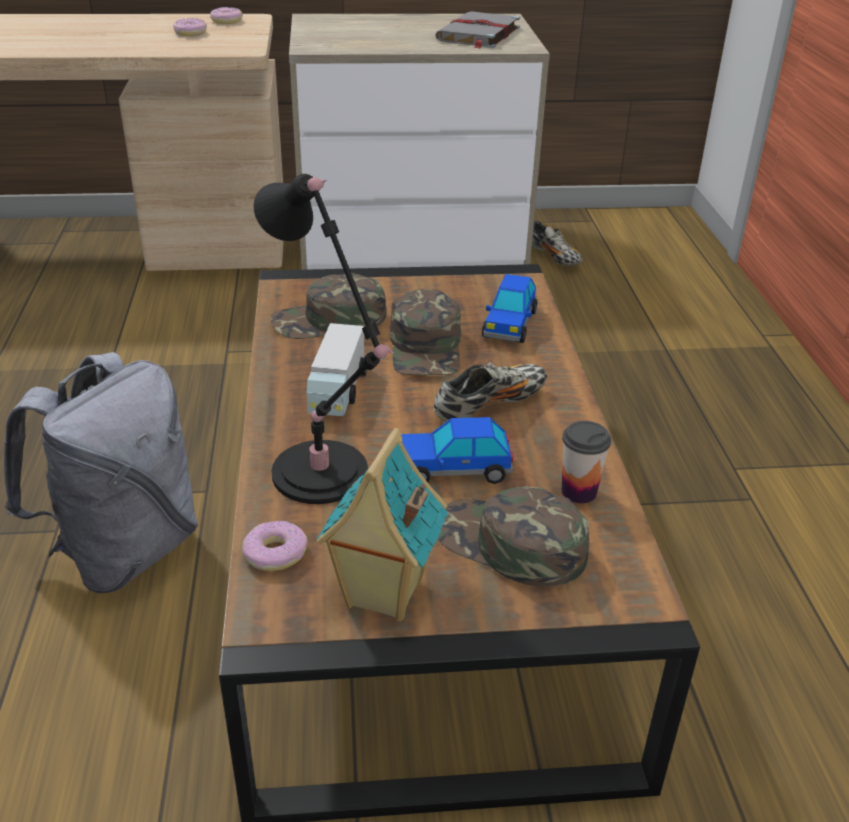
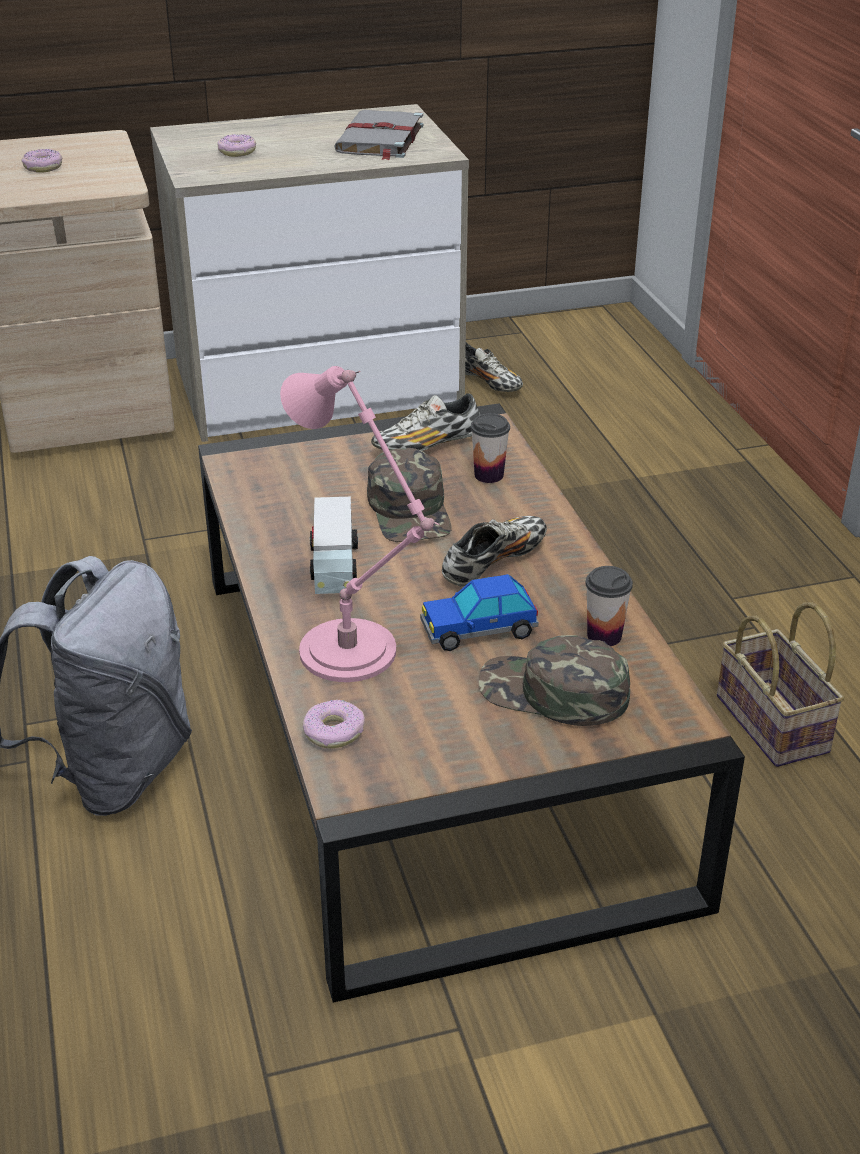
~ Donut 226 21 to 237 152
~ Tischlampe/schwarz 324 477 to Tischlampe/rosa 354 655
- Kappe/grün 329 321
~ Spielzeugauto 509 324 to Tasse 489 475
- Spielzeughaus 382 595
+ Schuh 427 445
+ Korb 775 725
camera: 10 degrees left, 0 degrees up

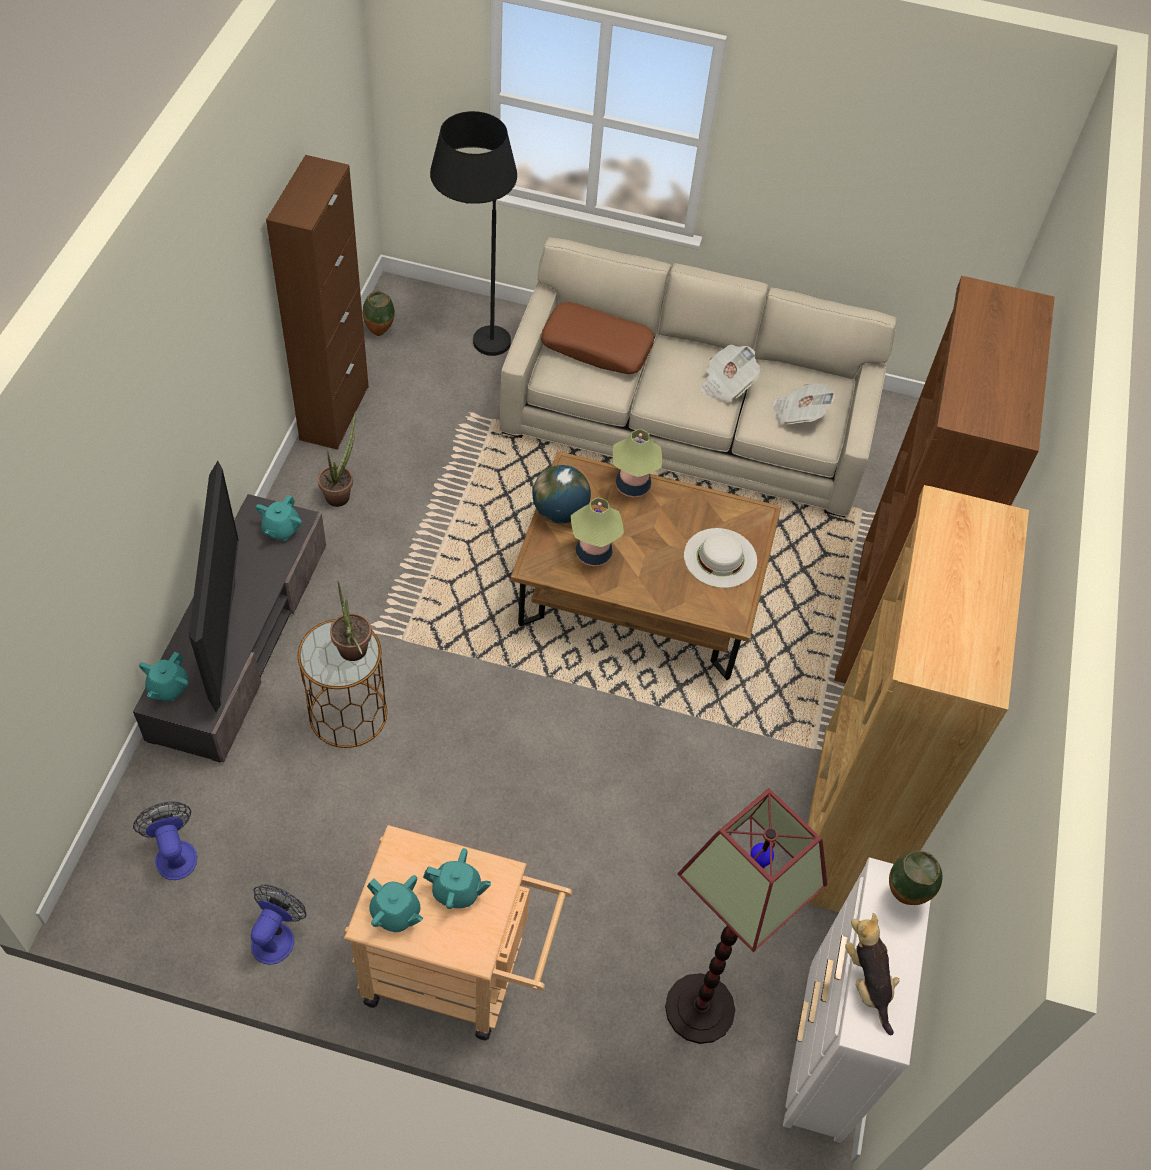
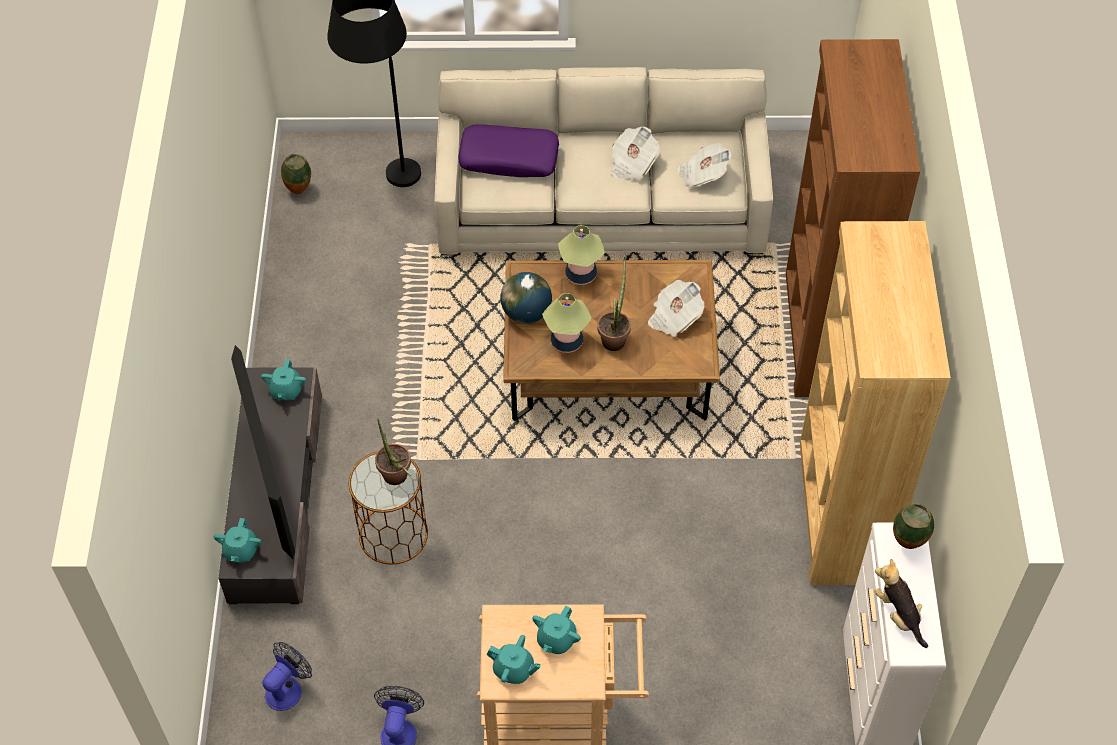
- Schrank/braun 334 413
~ Kissen/braun 597 347 to Kissen/lila 509 158
~ Topfpflanze 341 493 to 614 337
~ Hut/weiß 720 557 to Zeitung 674 317
- Stehlampe 699 1009
~ Ventilator 174 853 = 288 688 75 degrees clockwise
~ Teekanne/türkis 457 891 = 556 640 120 degrees clockwise
camera: 10 degrees left, 0 degrees up

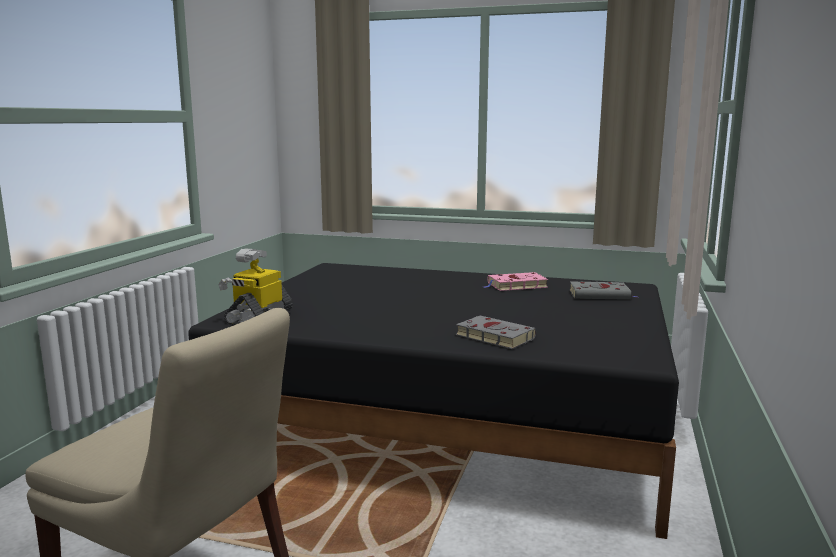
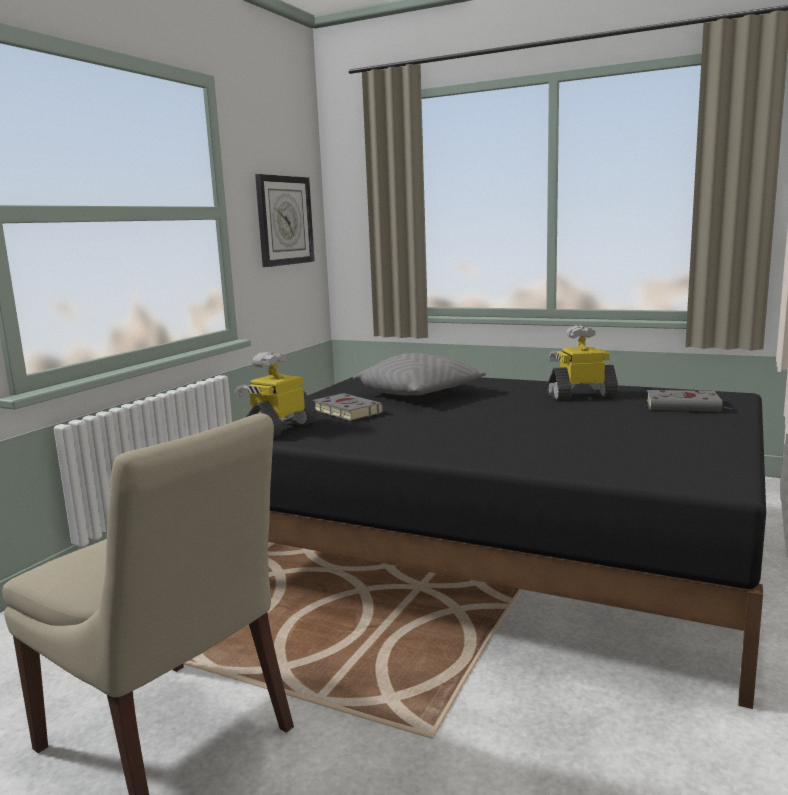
~ Buch/rosa 515 285 to Spielzeugroboter 581 395
~ Buch/grau 493 336 to 345 411
+ Wanduhr 284 220
+ Kissen/grau 419 394
camera: 10 degrees right, 0 degrees up

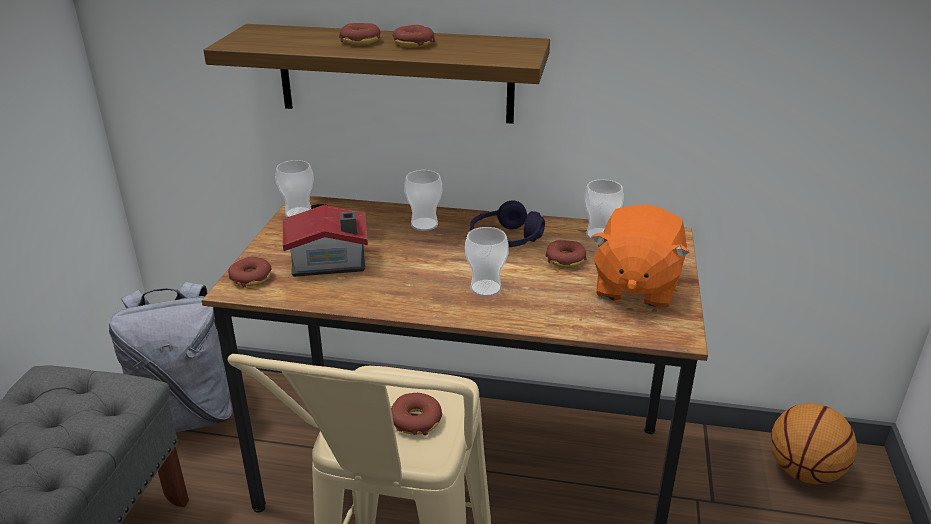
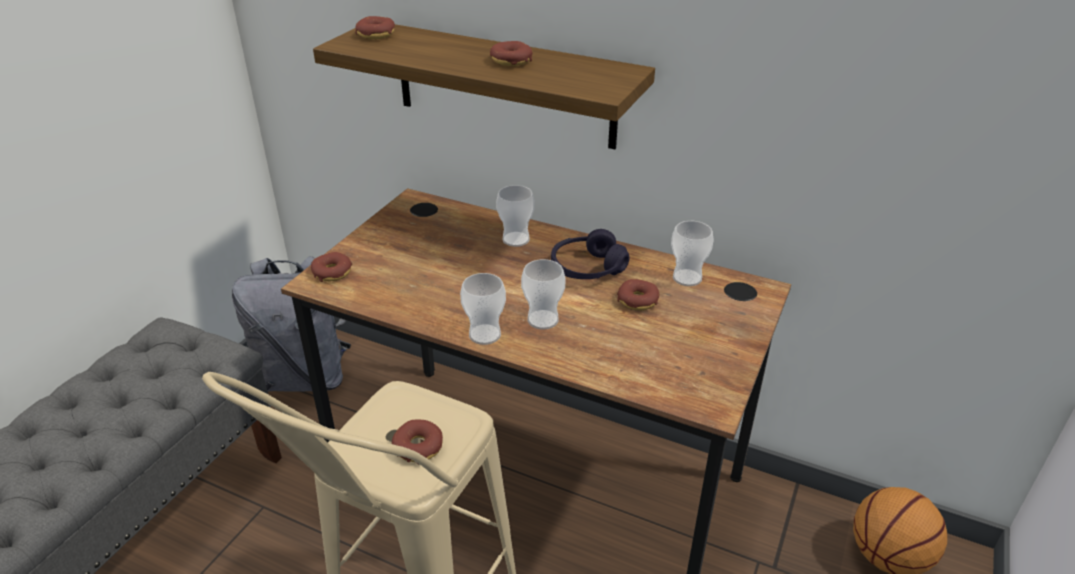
~ Donut 360 41 to 376 34
~ Tasse 298 213 to 485 334
- Spielzeughaus 331 263
- Plüschtier/orange 635 286
camera: 15 degrees right, 5 degrees up

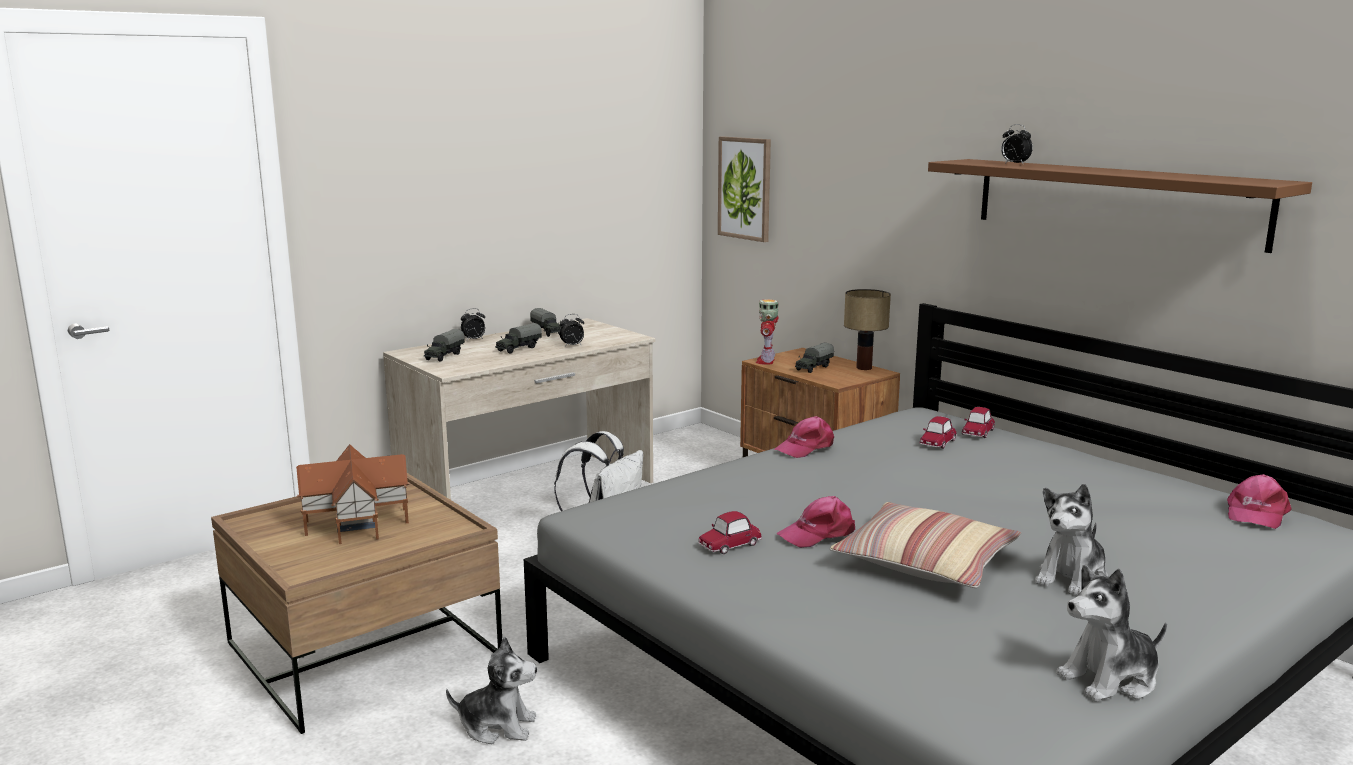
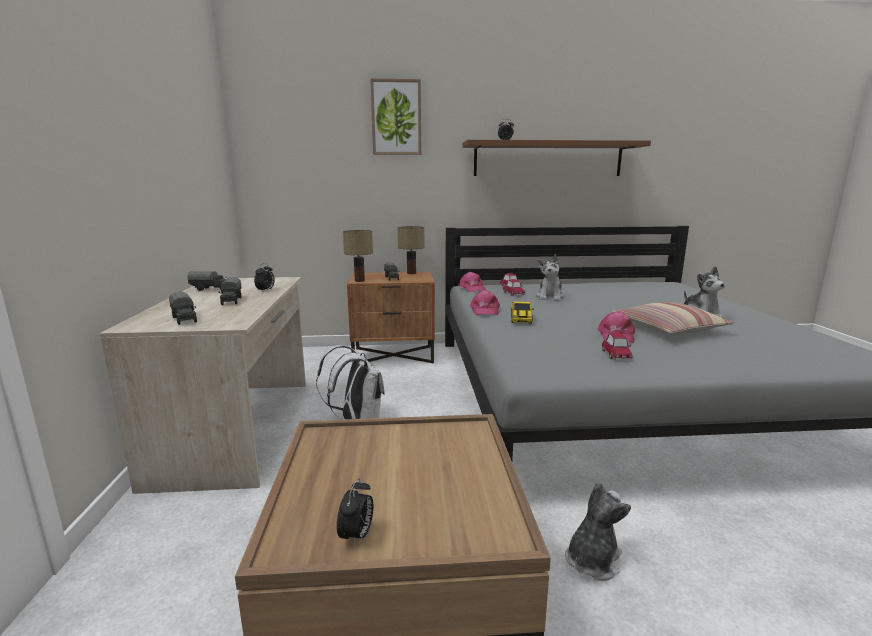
~ Bild 745 188 to 396 118
~ Spielzeugroboter 766 361 to Tischlampe 360 280
~ Wecker 474 340 to 357 536
- Spielzeughaus 355 523
~ Kappe/rosa 1255 513 to 472 288
~ Plüschtier 1110 679 to 550 297
+ Spielzeugauto 521 319
camera: 55 degrees left, 0 degrees up

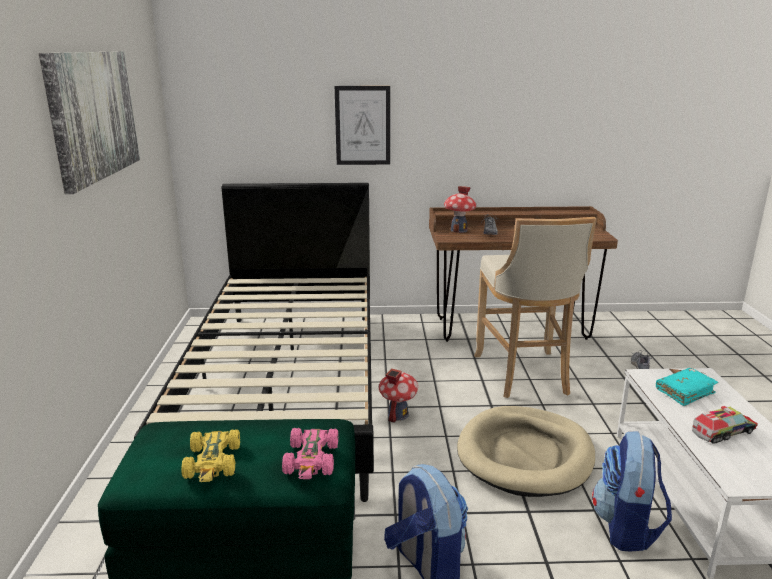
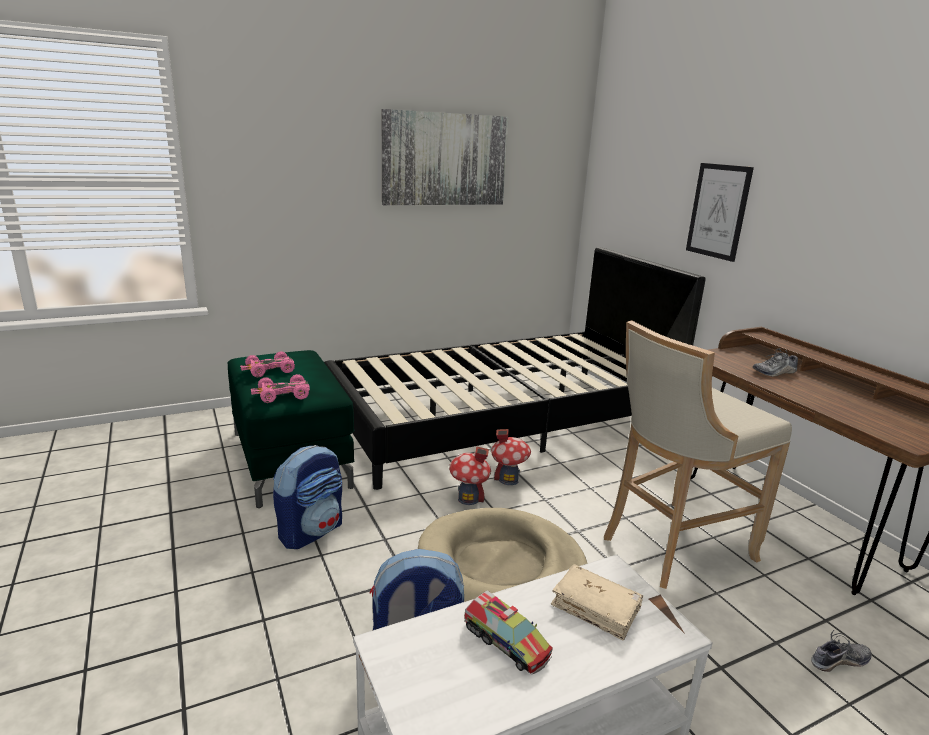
~ Spielzeughaus 459 230 to 468 498
~ Buch/türkis 685 392 to Buch/beige 596 608
~ Spielzeugauto/gelb 213 462 to Spielzeugauto/rosa 269 370
camera: 65 degrees right, 0 degrees up

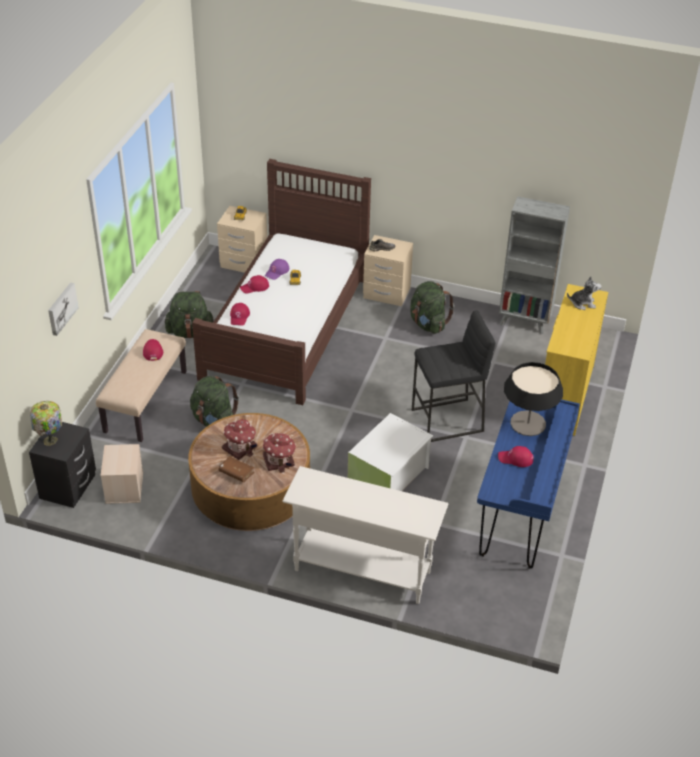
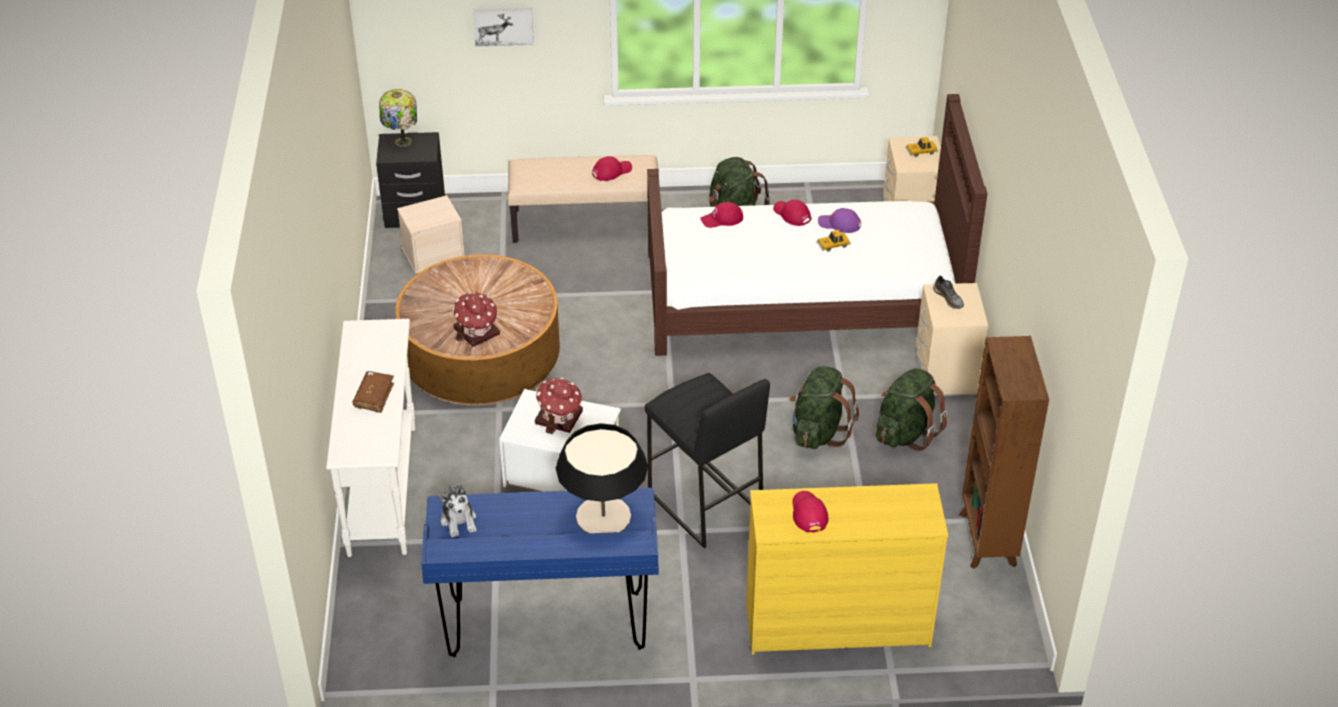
~ Bücherregal/grau 524 322 to Bücherregal/braun 987 540
~ Plüschtier 582 303 to 459 521
~ Rucksack/grün 214 420 to 818 432
~ Spielzeughaus 240 447 to 560 418
~ Kappe/rot 515 459 to 808 513
~ Buch/braun 236 472 to 374 396
camera: 70 degrees right, 0 degrees up

